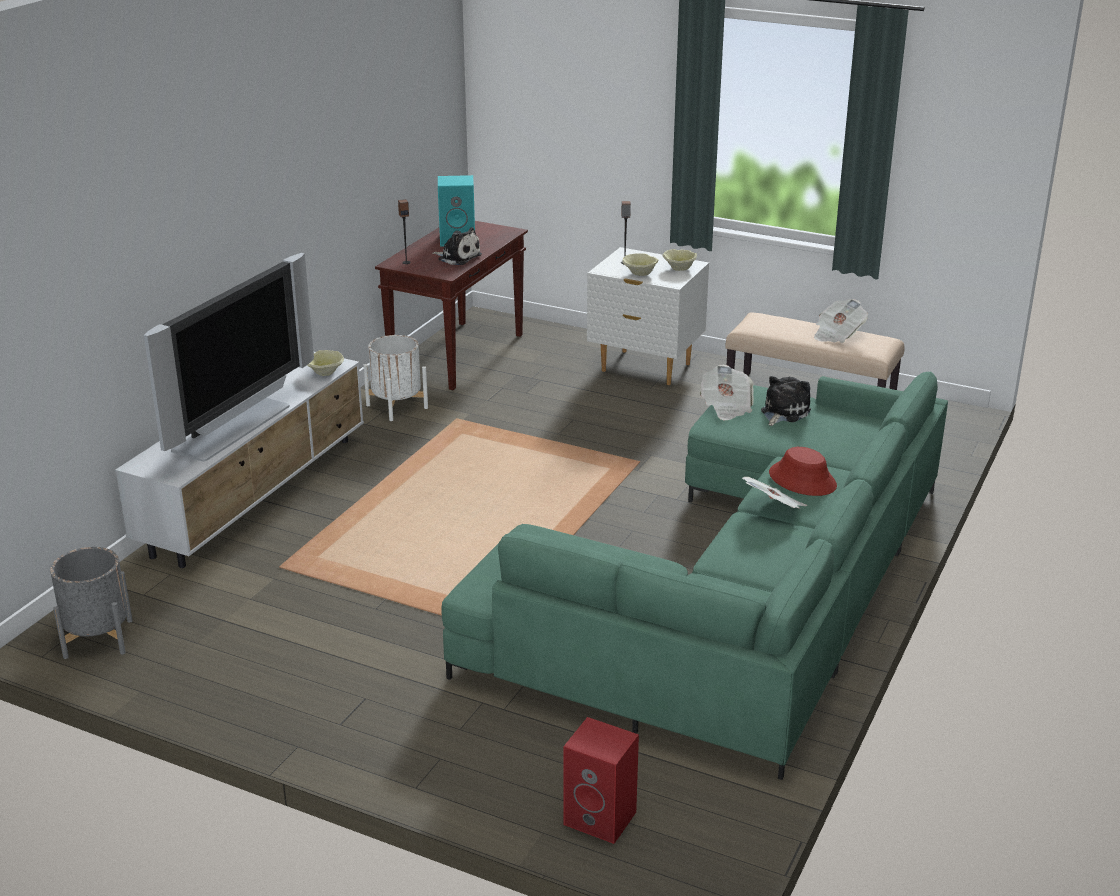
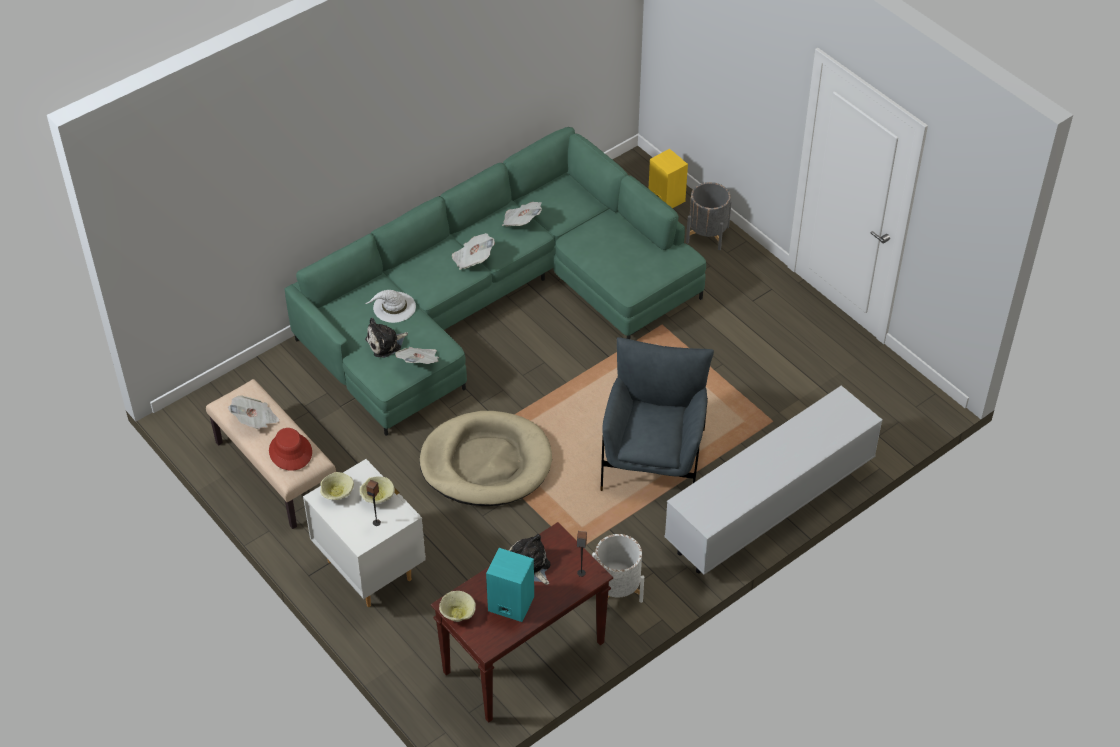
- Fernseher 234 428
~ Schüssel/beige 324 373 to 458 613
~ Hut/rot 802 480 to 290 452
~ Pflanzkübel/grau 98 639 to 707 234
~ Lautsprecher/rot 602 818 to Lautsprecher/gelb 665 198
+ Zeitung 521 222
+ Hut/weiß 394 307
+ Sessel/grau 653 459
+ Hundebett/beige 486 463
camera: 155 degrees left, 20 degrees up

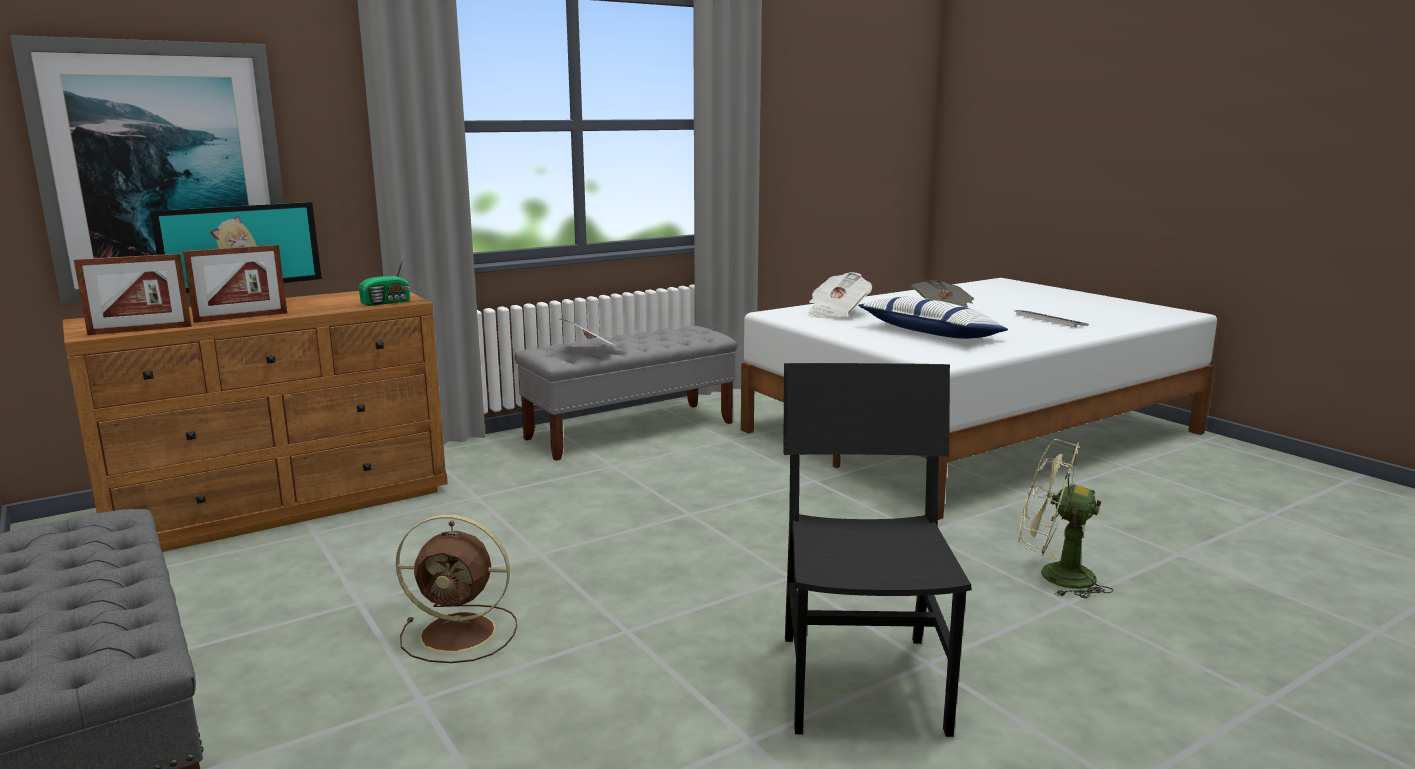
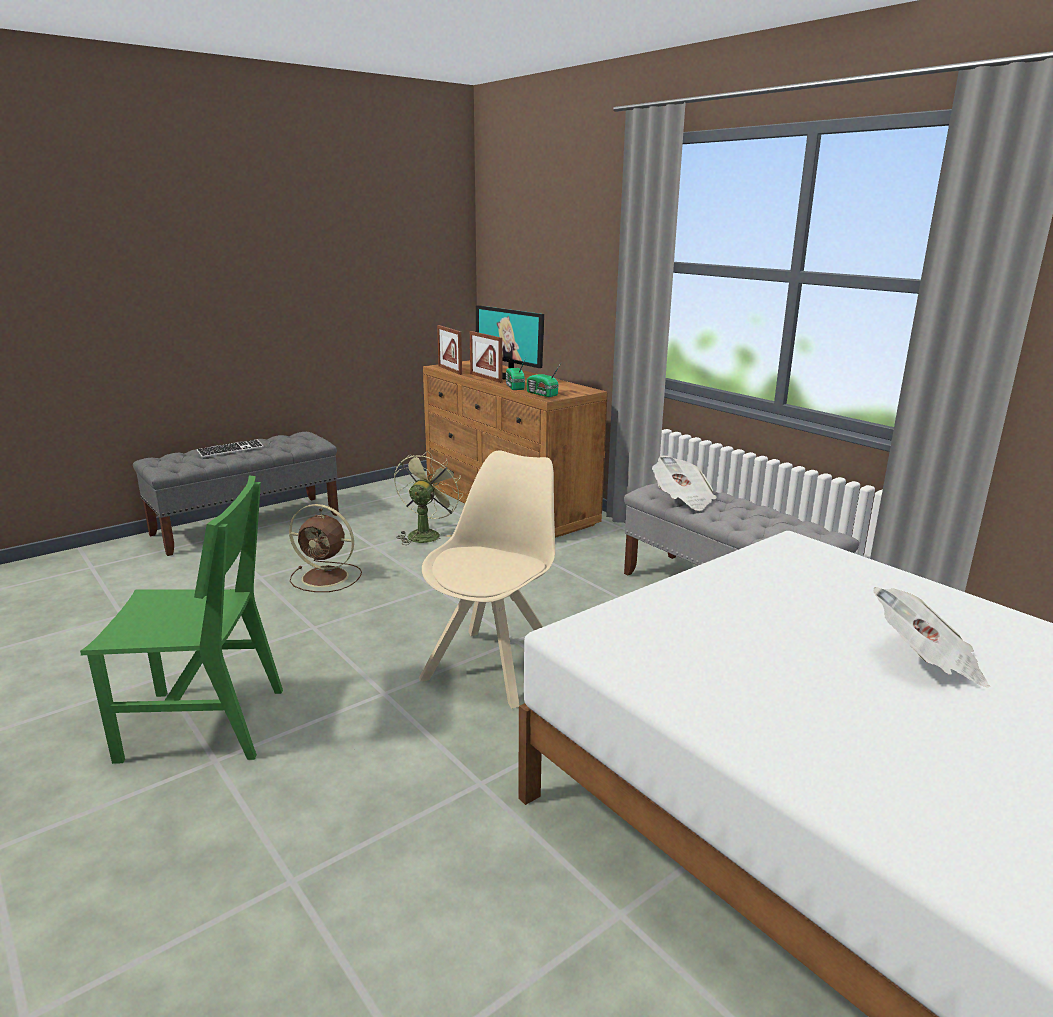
- Bild 163 170
- Zeitung 836 313
- Kissen 930 333
~ Tastatur 1050 320 to 230 450
~ Stuhl/schwarz 862 682 to Stuhl/grün 203 724
~ Ventilator/grün 1054 576 to 425 534
~ Ventilator/braun 461 633 = 327 577 75 degrees counterclockwise
+ Radio 514 387
+ Stuhl/beige 494 665
camera: 85 degrees right, 5 degrees up

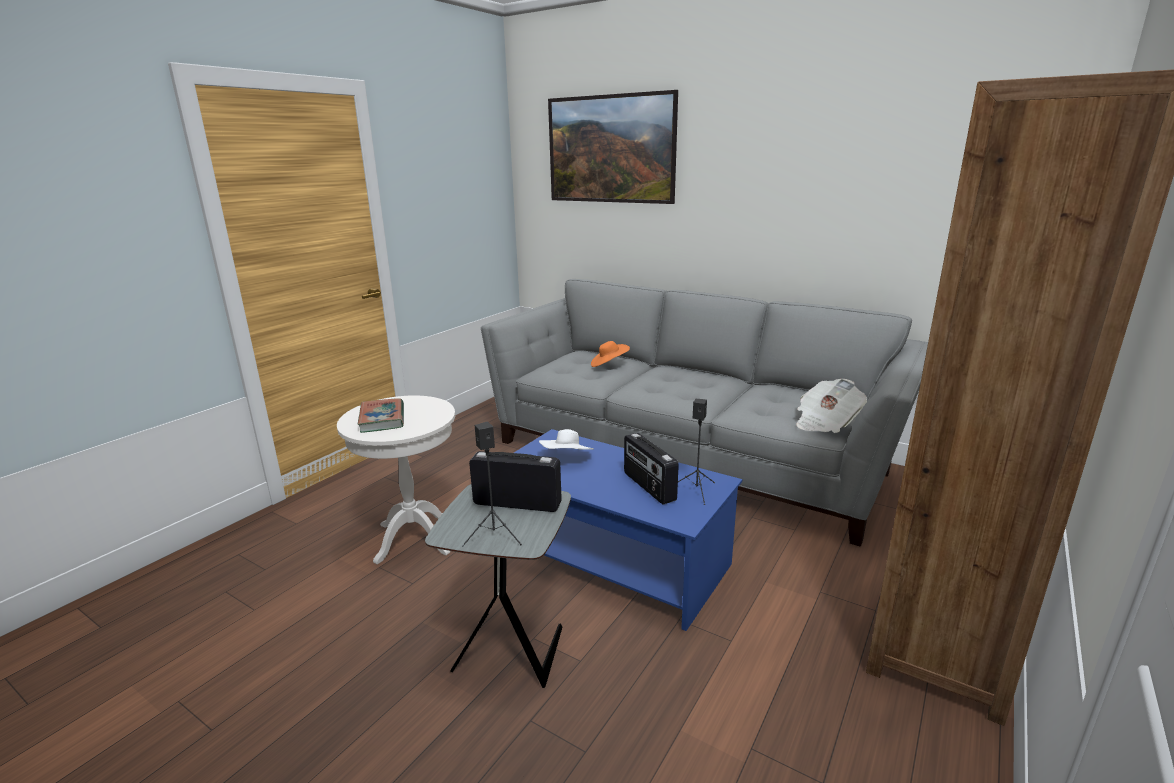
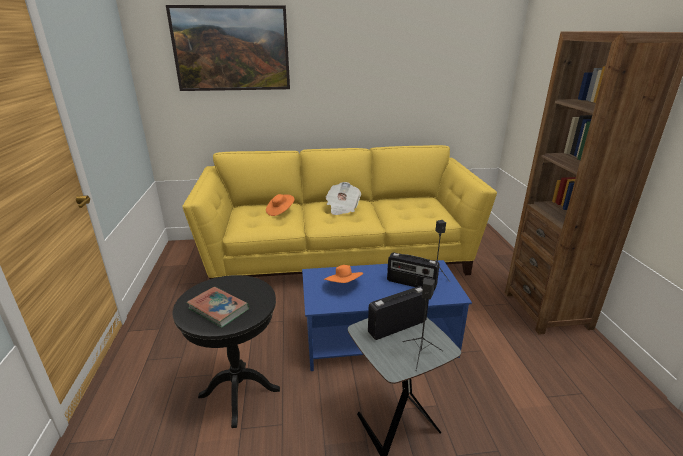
~ Sofa/grau 688 453 to Sofa/gelb 339 255
~ Zeitung 825 422 to 342 208
~ Beistelltisch/weiß 414 538 to Beistelltisch/schwarz 239 393
~ Hut/weiß 567 459 to Hut/orange 344 285
camera: 40 degrees left, 5 degrees up

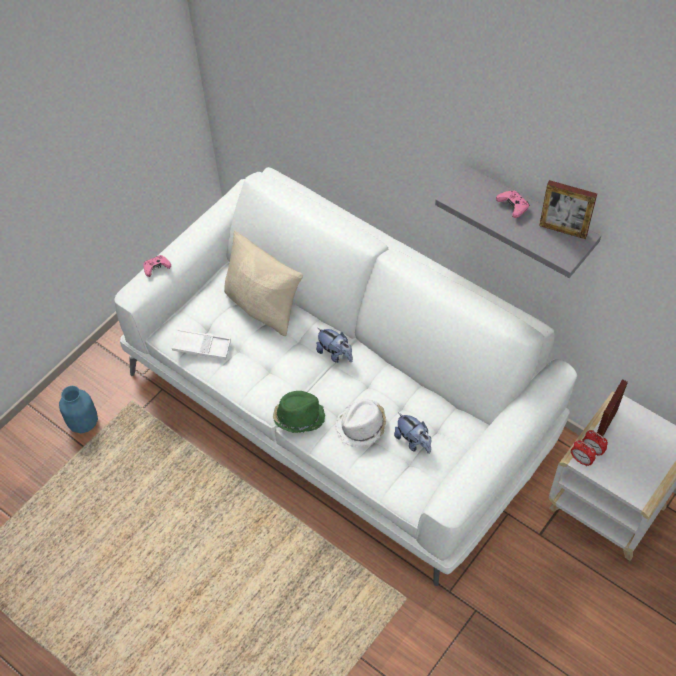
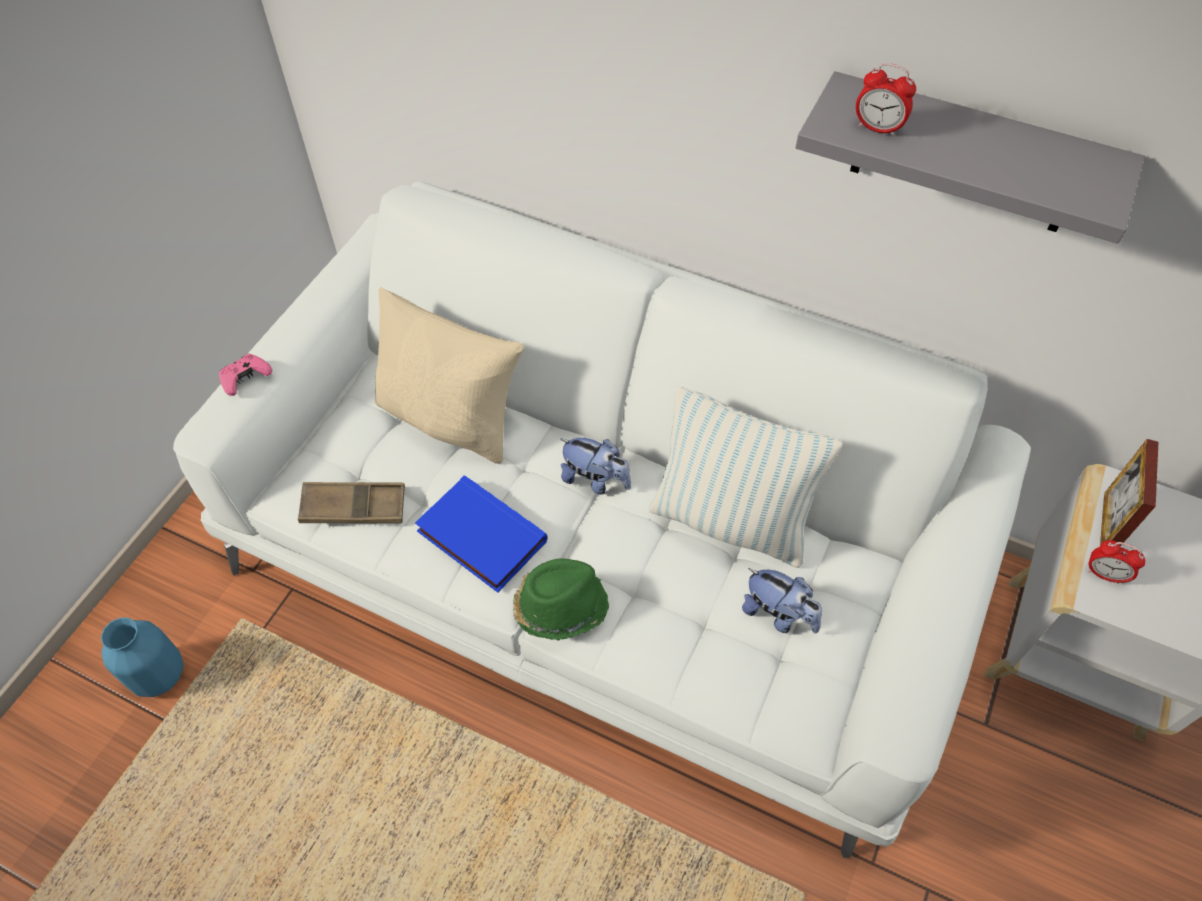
- Bilderrahmen 563 230
- Gamepad/rosa 513 207
~ Tablett/weiß 202 347 to Tablett/braun 354 507
- Hut/weiß 362 426
~ Wecker 581 460 to 877 128
+ Kissen 730 521
+ Buch/blau 479 538
camera: 15 degrees left, 0 degrees up

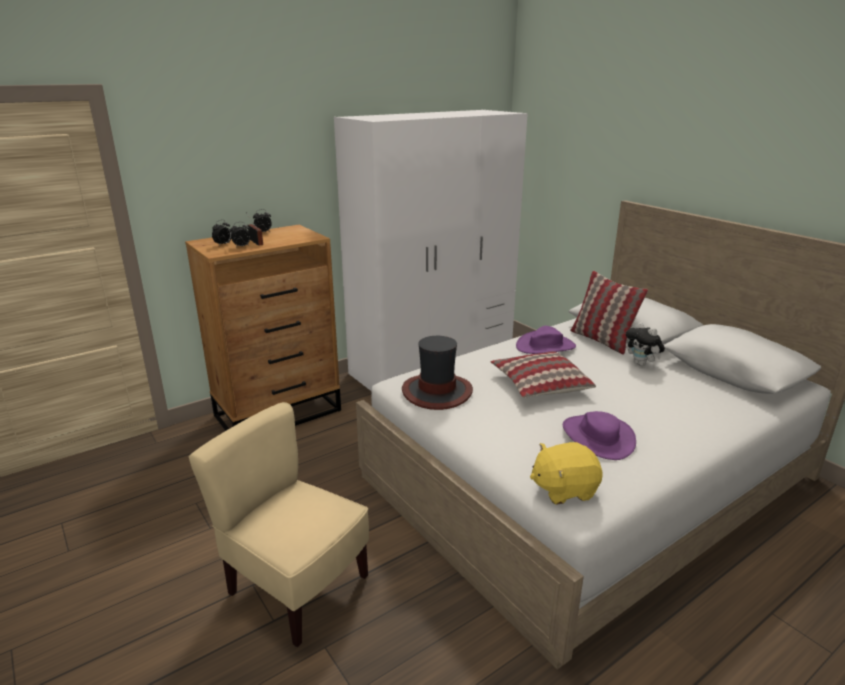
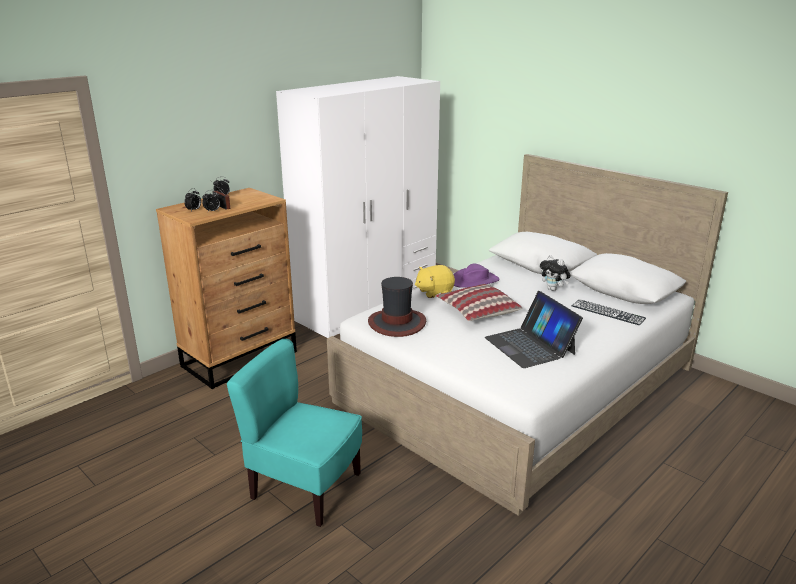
- Kissen 602 340
~ Stuhl/beige 296 587 to Stuhl/türkis 305 488
~ Hut/lila 598 437 to Laptop 530 345
~ Plüschtier/gelb 563 489 to 434 292
+ Tastatur 608 312
camera: 10 degrees left, 0 degrees up

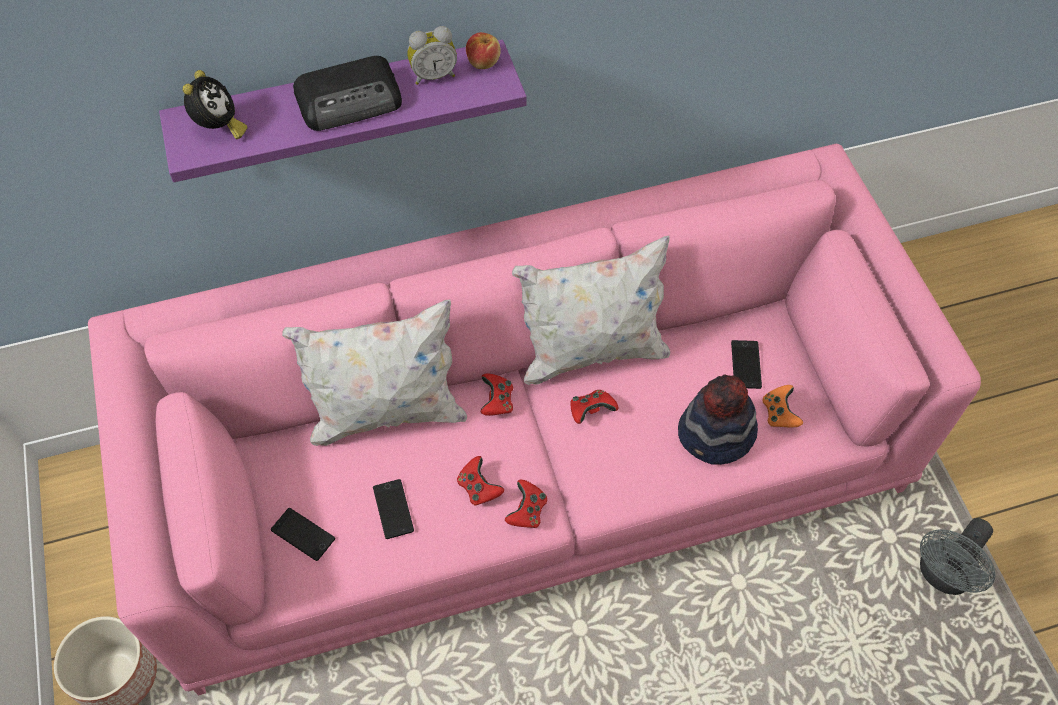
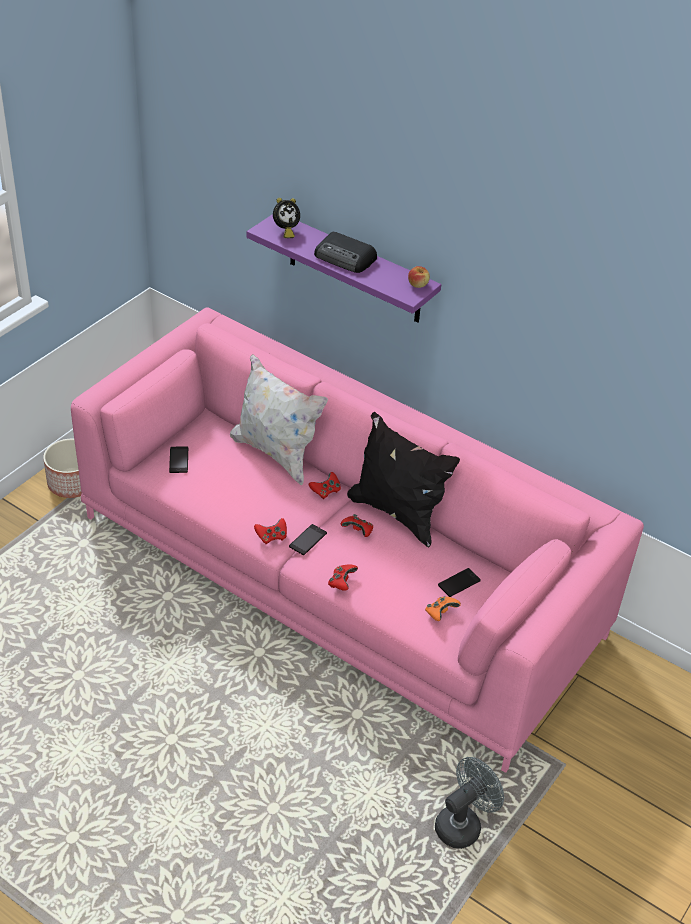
- Wecker 433 75
~ Kissen/weiß 591 352 to Kissen/schwarz 397 513
- Hut 716 435
~ Gamepad/rot 479 488 to 341 583
~ Handy 393 509 to 308 540
~ Ventilator/grau 942 576 = 463 824 135 degrees clockwise
camera: 50 degrees right, 15 degrees down

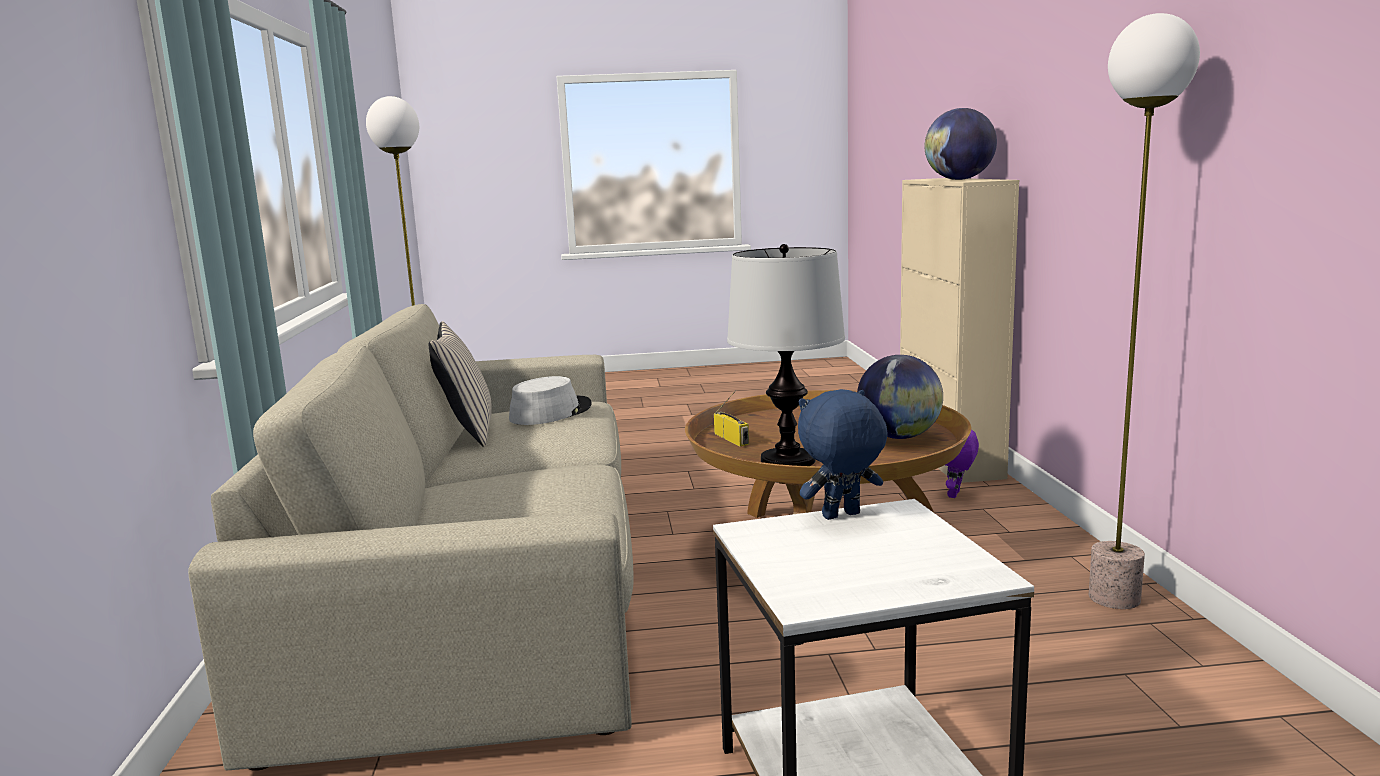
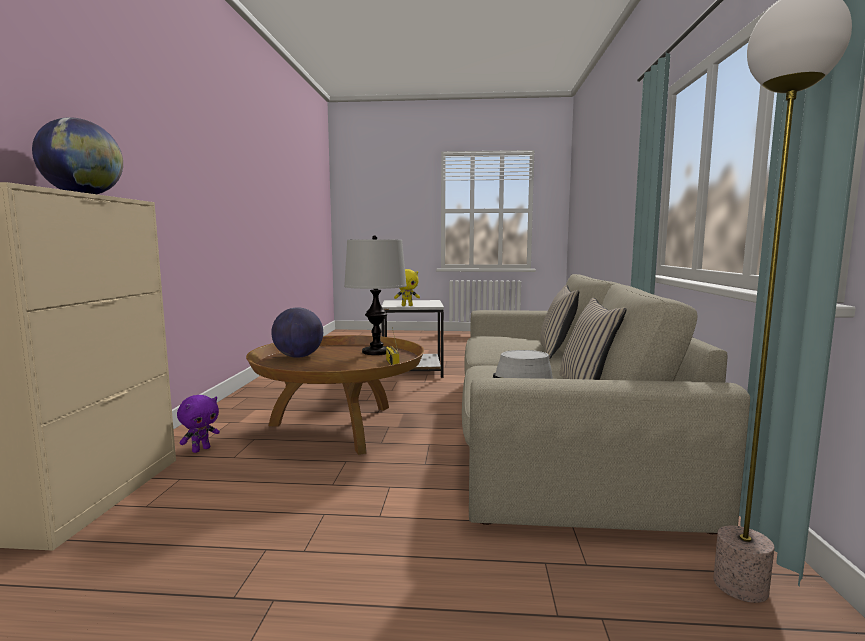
- Stehlampe 1114 598
~ Plüschtier/blau 841 516 to Plüschtier/gelb 407 306
+ Kissen/beige 556 351
camera: 170 degrees left, 5 degrees down

